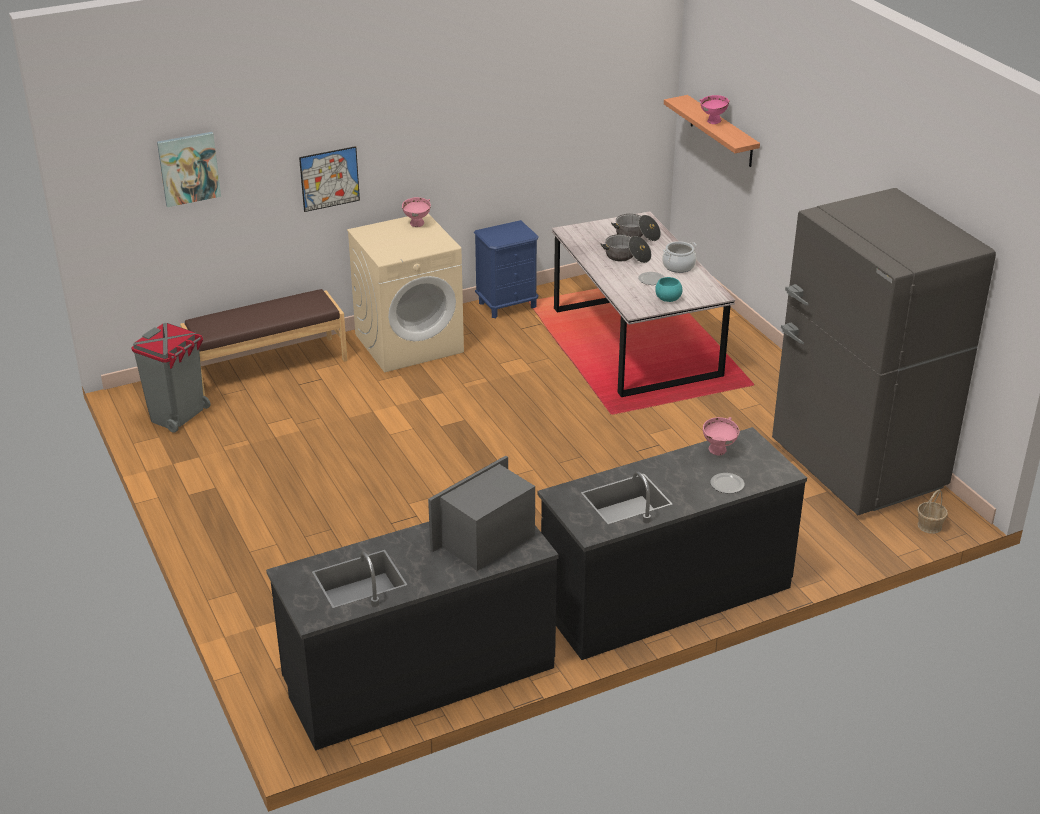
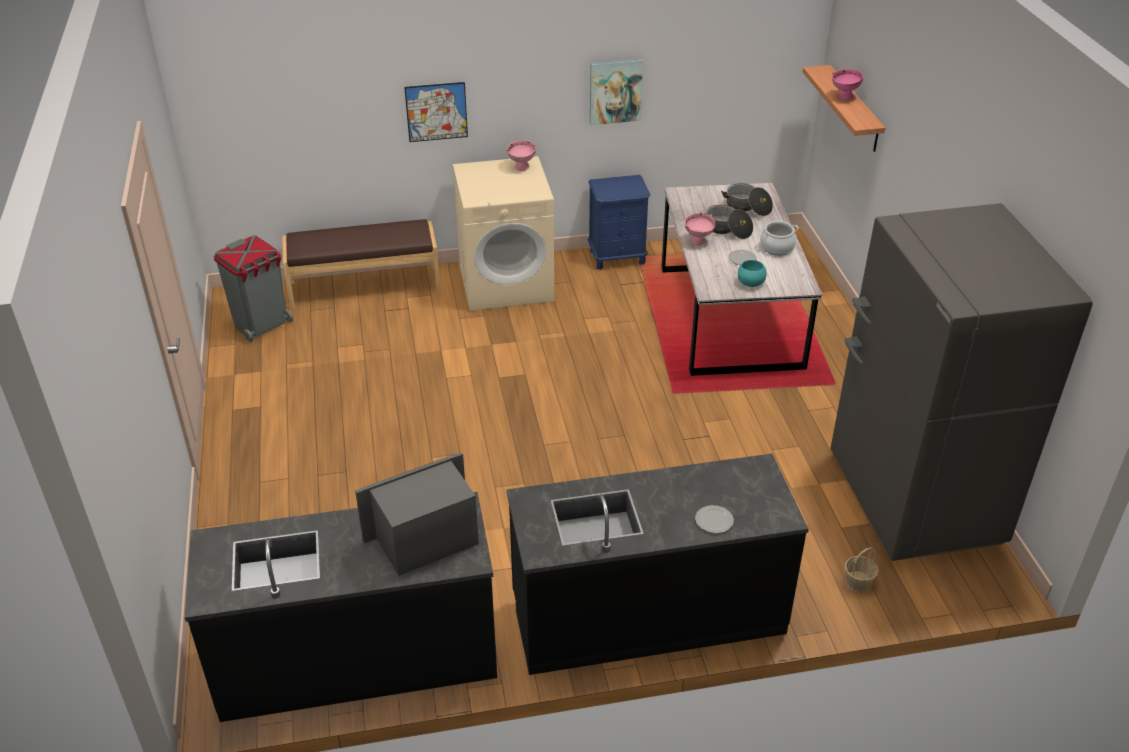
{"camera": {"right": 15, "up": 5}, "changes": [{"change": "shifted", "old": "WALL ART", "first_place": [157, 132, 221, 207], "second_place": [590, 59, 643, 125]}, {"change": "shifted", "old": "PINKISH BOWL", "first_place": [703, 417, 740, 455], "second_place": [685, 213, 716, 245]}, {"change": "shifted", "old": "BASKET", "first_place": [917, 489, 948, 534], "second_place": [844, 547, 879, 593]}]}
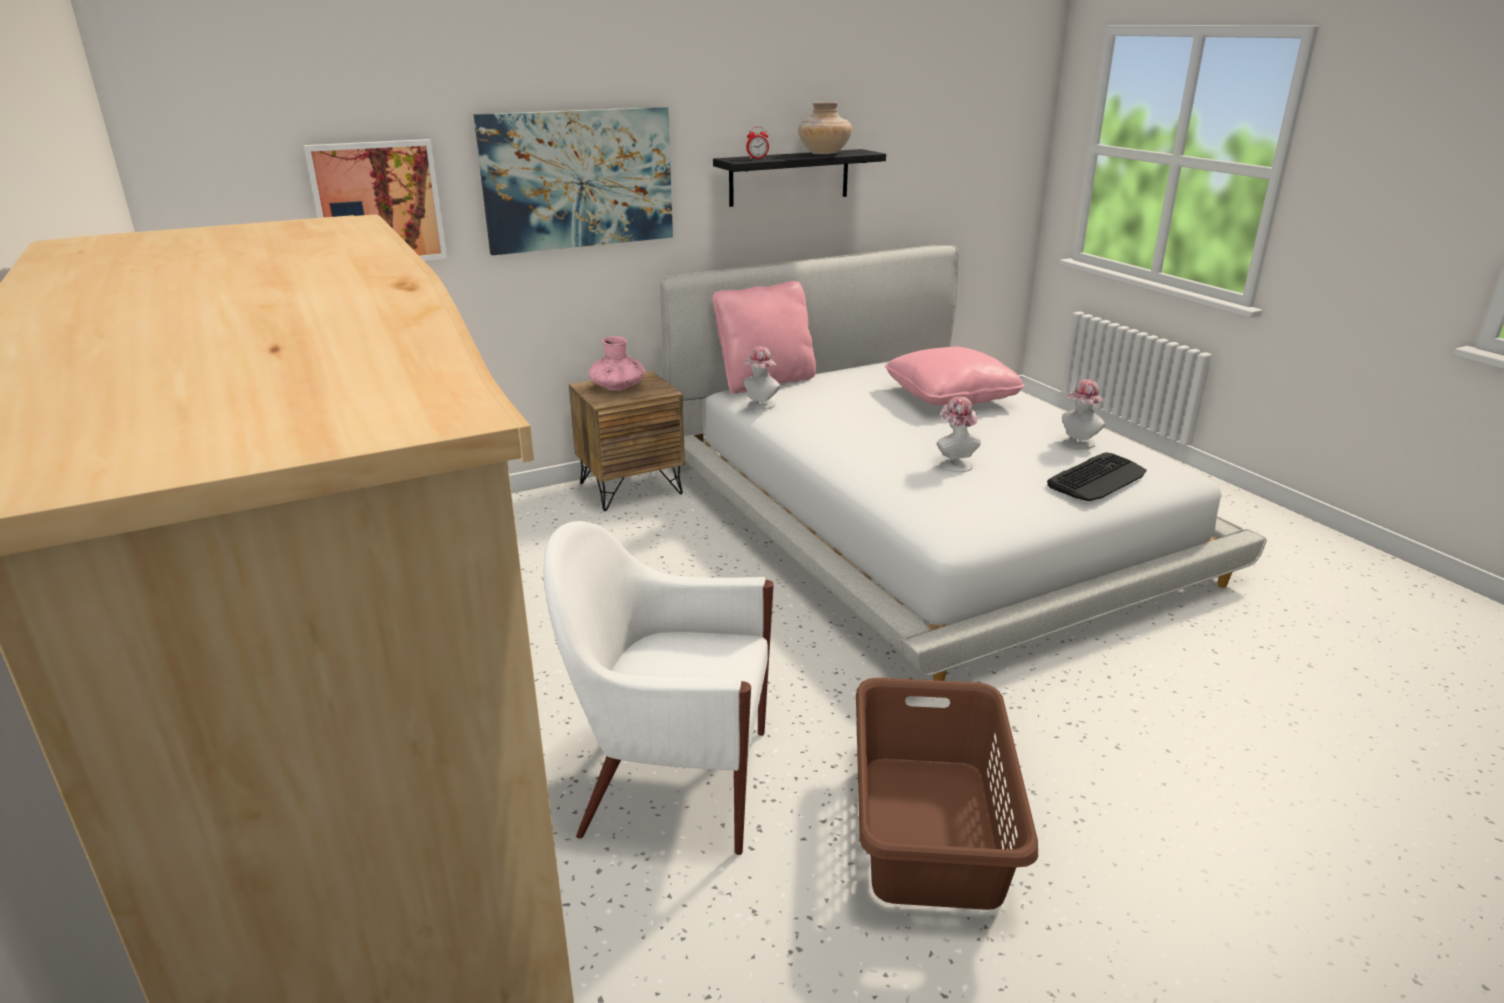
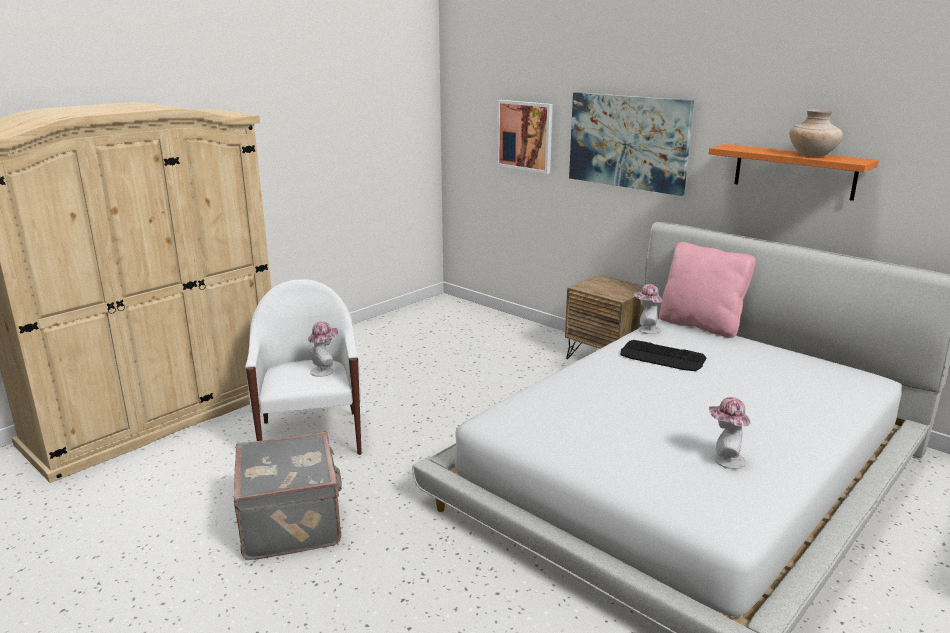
{"camera": {"right": 70, "up": -5}, "changes": [{"change": "gone", "old": "PINKISH FLOWER VASE", "first_place": [589, 336, 645, 391]}, {"change": "gone", "old": "ALARM CLOCK", "first_place": [746, 127, 769, 159]}, {"change": "gone", "old": "PINKISH CUSHION", "first_place": [885, 347, 1025, 405]}, {"change": "shifted", "old": "HAT", "first_place": [937, 396, 981, 472], "second_place": [308, 321, 338, 377]}, {"change": "shifted", "old": "COMPUTER KEYBOARD", "first_place": [1047, 452, 1147, 501], "second_place": [620, 340, 706, 371]}, {"change": "swapped", "old": "BROWNISH HAMPER", "new": "GREYISH SUITCASE", "first_place": [856, 678, 1038, 910], "second_place": [234, 432, 342, 560]}, {"change": "repainted", "old": "BLACK SHELF", "new": "ORANGE SHELF", "first_place": [713, 149, 886, 207], "second_place": [709, 144, 879, 201]}]}
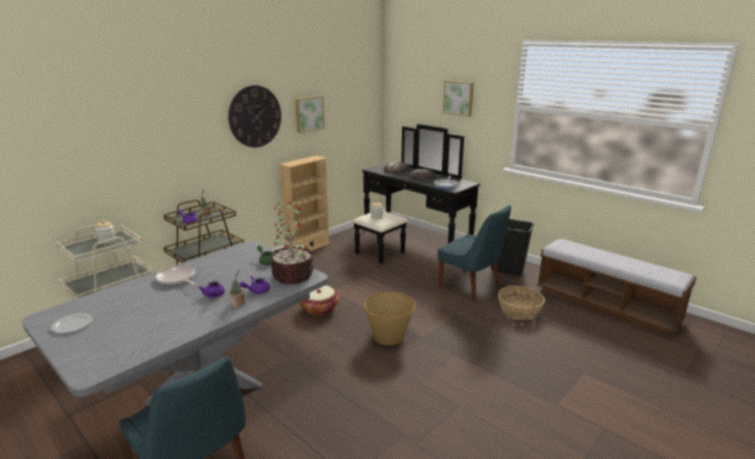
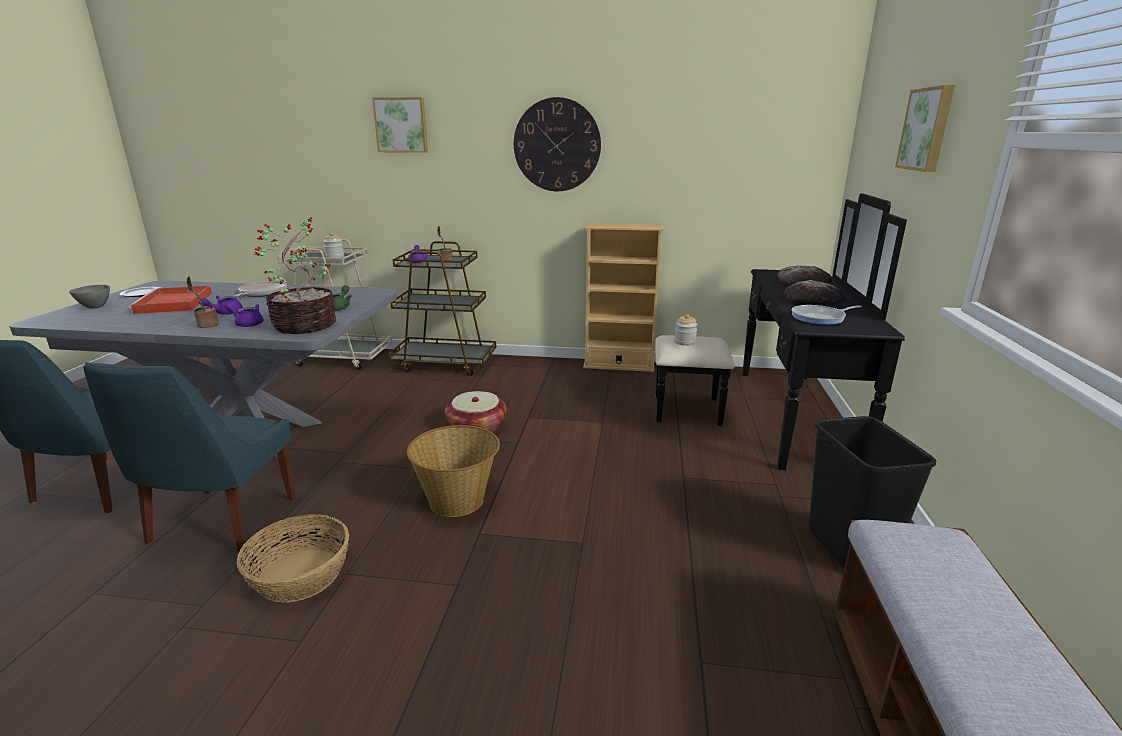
{"camera": {"right": 55, "up": 0}, "changes": [{"change": "new", "new": "GREYISH BOWL", "second_place": [69, 285, 110, 309]}, {"change": "new", "new": "RED TRAY", "second_place": [129, 286, 212, 314]}, {"change": "shifted", "old": "WALL ART", "first_place": [295, 96, 325, 133], "second_place": [372, 97, 428, 153]}, {"change": "shifted", "old": "BLUE PLAIN CHAIR", "first_place": [438, 205, 511, 301], "second_place": [84, 362, 295, 553]}, {"change": "shifted", "old": "BASKET", "first_place": [498, 286, 545, 320], "second_place": [237, 514, 349, 603]}]}
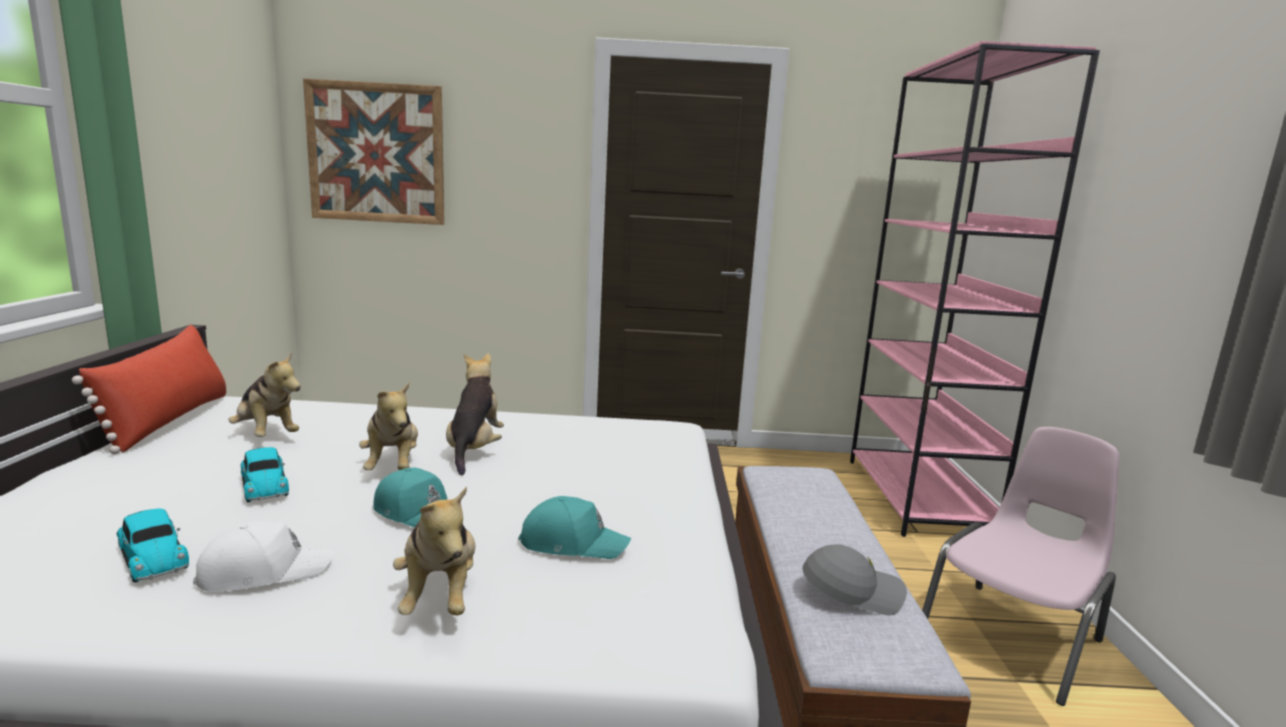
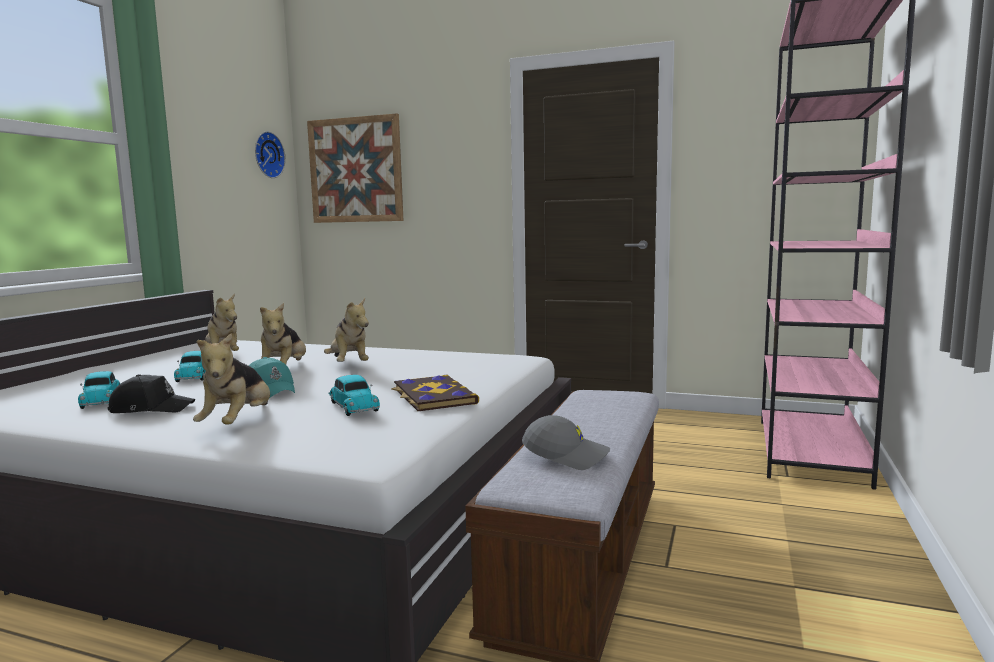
{"camera": {"right": 20, "up": -5}, "changes": [{"change": "gone", "old": "RED CUSHION", "first_place": [72, 325, 226, 454]}, {"change": "gone", "old": "PINKISH PLAIN CHAIR", "first_place": [922, 427, 1120, 706]}, {"change": "new", "new": "HANGING CLOCK", "second_place": [255, 131, 285, 178]}, {"change": "new", "new": "BOOK", "second_place": [391, 375, 479, 411]}, {"change": "swapped", "old": "TURQUOISE-COLOURED CAP", "new": "MODEL CAR", "first_place": [519, 496, 631, 559], "second_place": [328, 375, 380, 416]}, {"change": "repainted", "old": "WHITE CAP", "new": "BLACK CAP", "first_place": [193, 521, 334, 592], "second_place": [107, 374, 195, 413]}, {"change": "rotated", "old": "SOFT TOY", "first_place": [446, 354, 504, 475], "second_place": [324, 298, 369, 362], "degrees": 135}]}
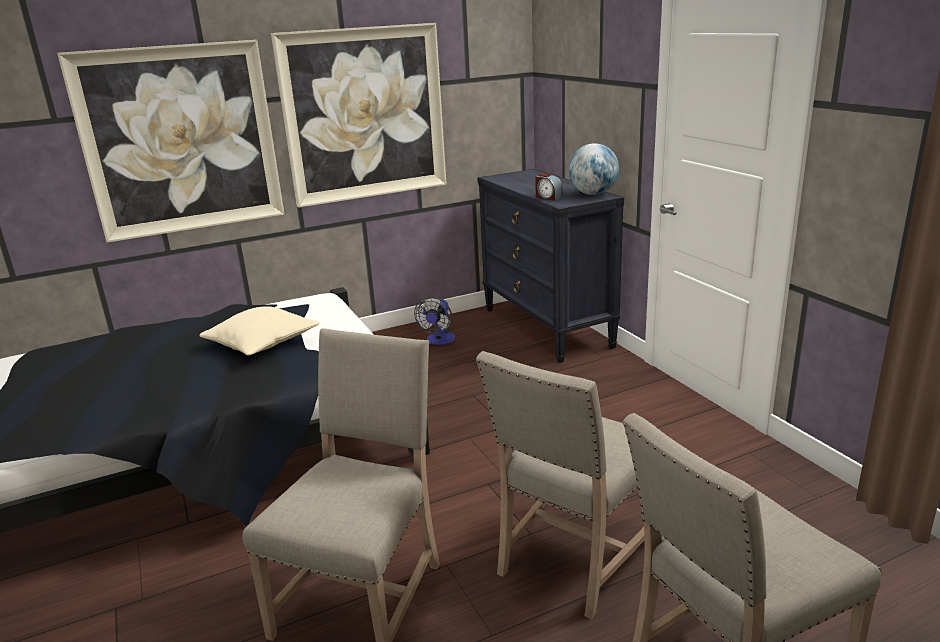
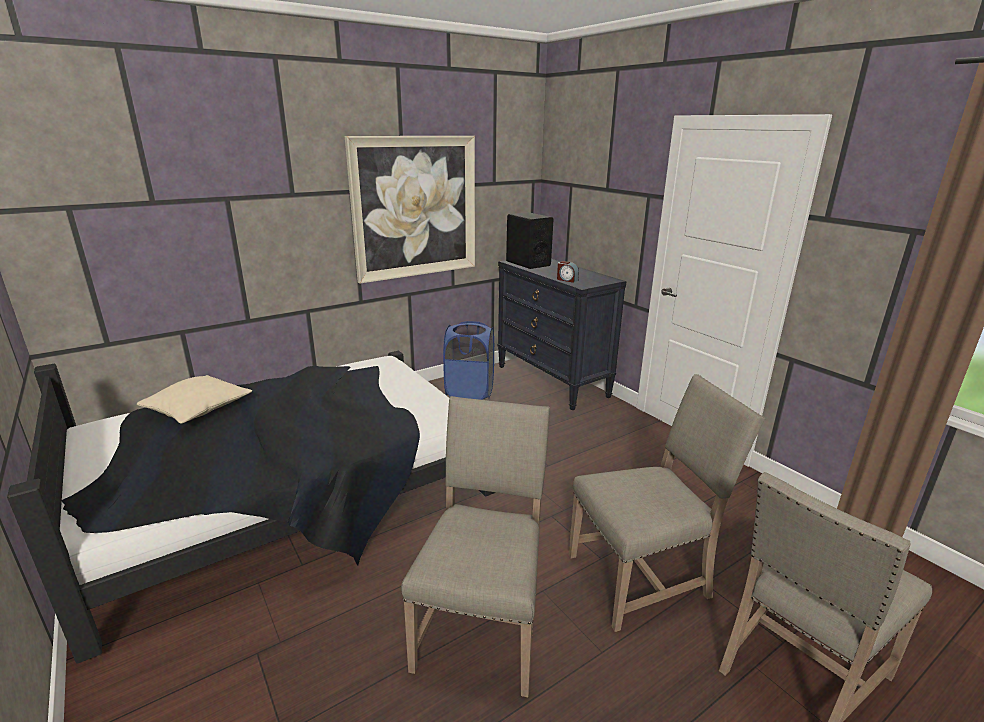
{"camera": {"right": -10, "up": 0}, "changes": [{"change": "gone", "old": "WALL ART", "first_place": [57, 40, 285, 243]}, {"change": "gone", "old": "WORLD GLOBE", "first_place": [568, 143, 619, 195]}, {"change": "new", "new": "BLACK SPEAKER", "second_place": [506, 212, 554, 269]}, {"change": "shifted", "old": "BEIGE-COLOURED CUSHION", "first_place": [199, 306, 320, 355], "second_place": [137, 375, 252, 423]}, {"change": "swapped", "old": "ELECTRIC FAN", "new": "BLUE HAMPER", "first_place": [414, 297, 455, 345], "second_place": [443, 321, 494, 400]}, {"change": "rotated", "old": "BEIGE-COLOURED PLAIN CHAIR", "first_place": [476, 351, 644, 619], "second_place": [569, 374, 765, 632], "degrees": -135}]}
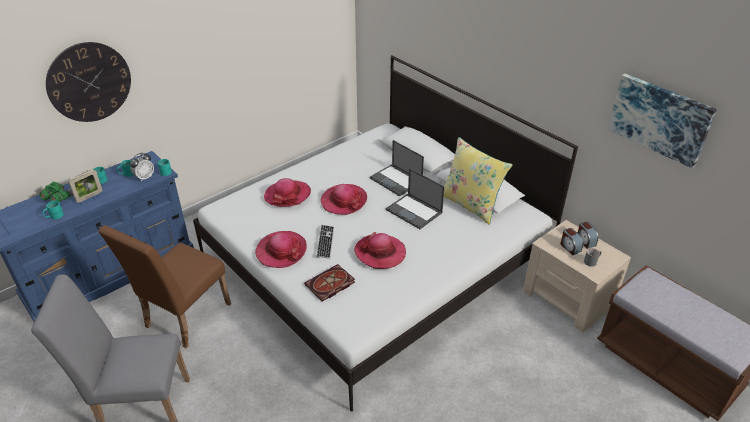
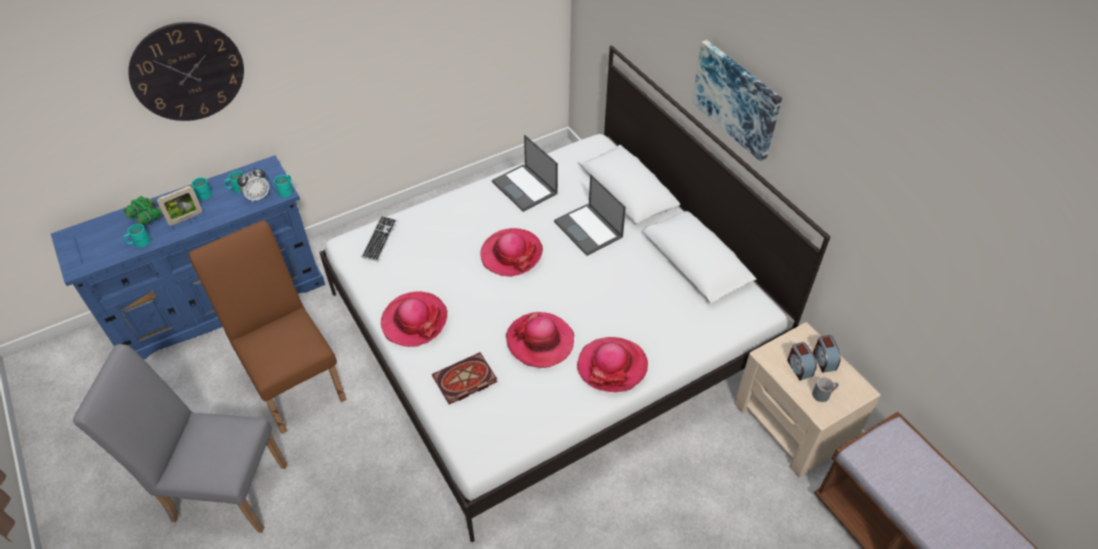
{"camera": {"right": 10, "up": 10}, "changes": [{"change": "gone", "old": "YELLOW CUSHION", "first_place": [444, 137, 513, 225]}, {"change": "shifted", "old": "HAT", "first_place": [264, 178, 311, 207], "second_place": [577, 337, 648, 392]}, {"change": "shifted", "old": "COMPUTER KEYBOARD", "first_place": [316, 225, 334, 259], "second_place": [361, 216, 397, 261]}, {"change": "shifted", "old": "LAPTOP", "first_place": [386, 168, 445, 229], "second_place": [492, 135, 558, 212]}, {"change": "shifted", "old": "WALL ART", "first_place": [608, 74, 717, 168], "second_place": [692, 40, 782, 162]}, {"change": "rotated", "old": "BROWNISH PLAIN CHAIR", "first_place": [98, 225, 231, 348], "second_place": [189, 220, 347, 434], "degrees": 105}]}
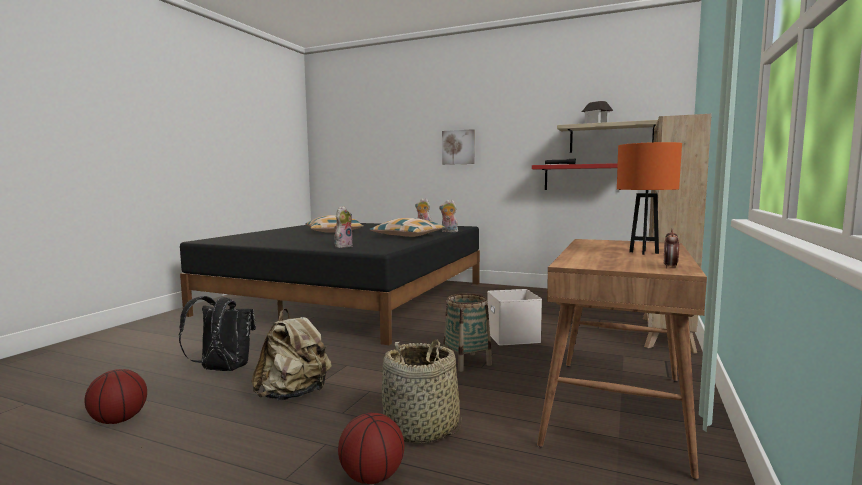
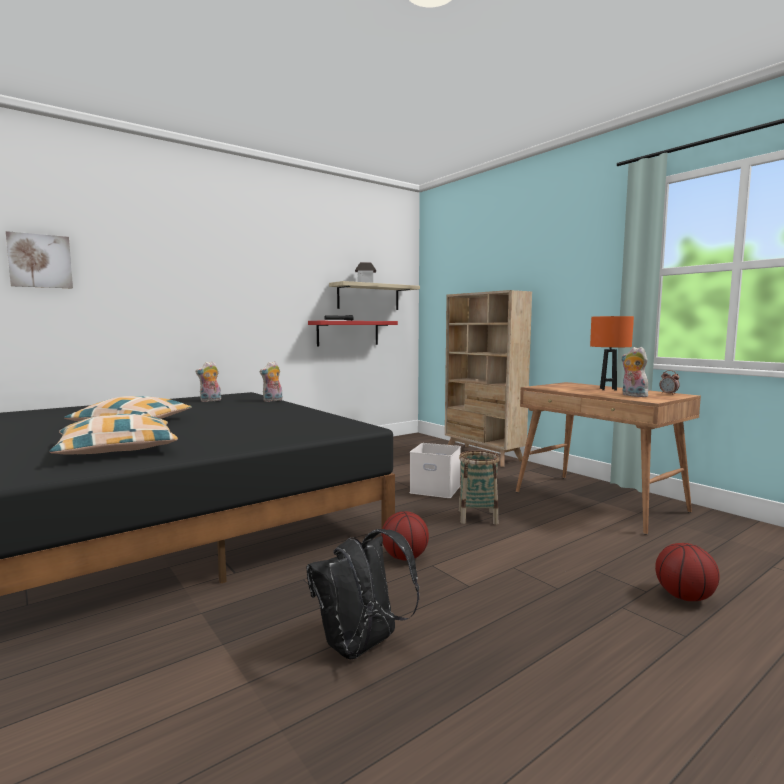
{"camera": {"right": -60, "up": 0}, "changes": [{"change": "gone", "old": "BEIGE-COLOURED BACKPACK", "first_place": [252, 308, 332, 400]}, {"change": "gone", "old": "BASKET", "first_place": [382, 339, 462, 444]}, {"change": "shifted", "old": "BASKETBALL", "first_place": [84, 369, 147, 424], "second_place": [381, 511, 429, 561]}, {"change": "shifted", "old": "SOFT TOY", "first_place": [334, 206, 353, 248], "second_place": [621, 347, 648, 397]}, {"change": "shifted", "old": "CUSHION", "first_place": [369, 218, 445, 237], "second_place": [49, 414, 178, 455]}, {"change": "shifted", "old": "WALL ART", "first_place": [442, 129, 475, 165], "second_place": [6, 231, 73, 288]}]}
